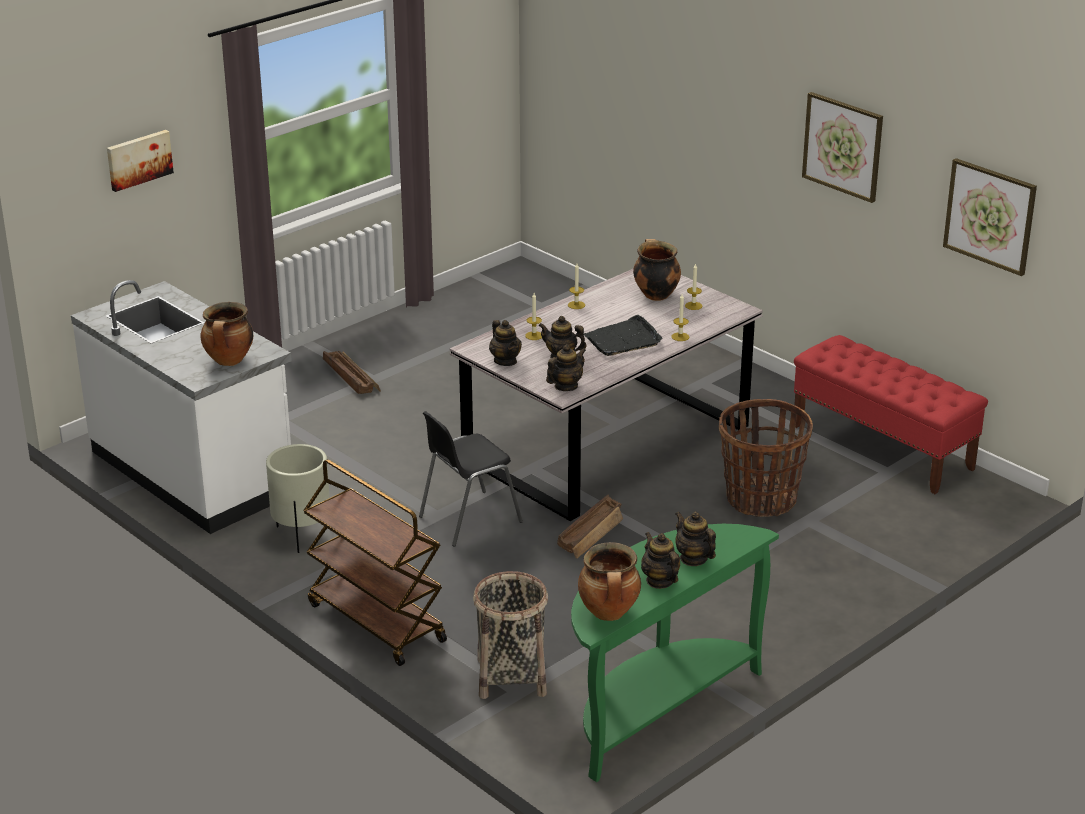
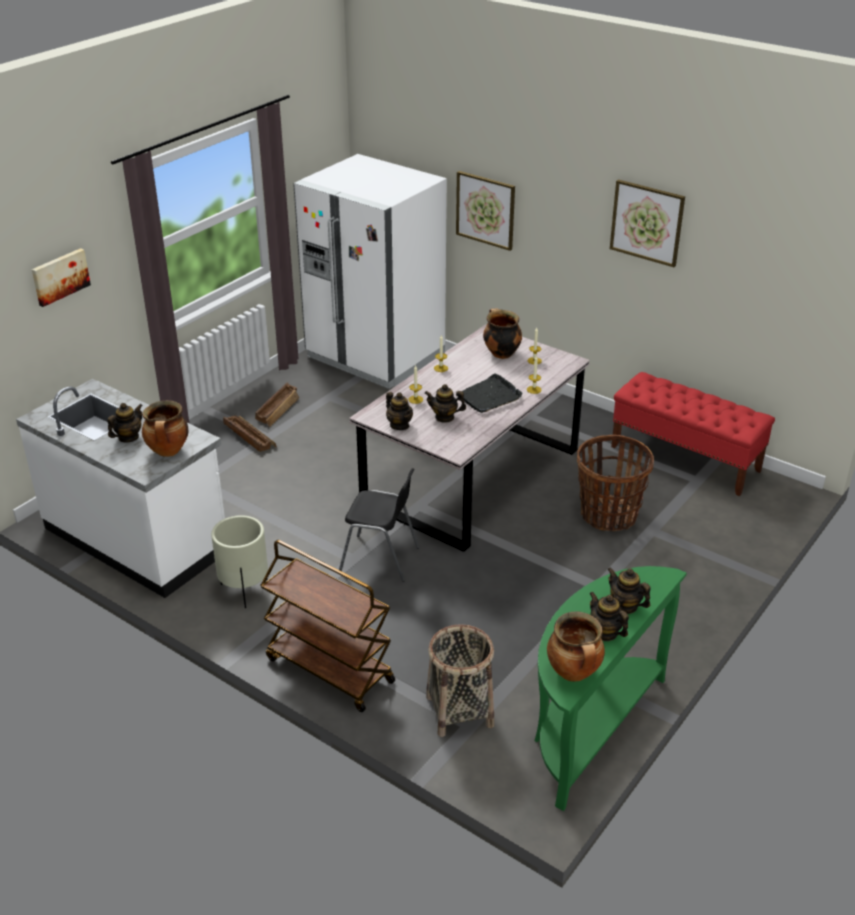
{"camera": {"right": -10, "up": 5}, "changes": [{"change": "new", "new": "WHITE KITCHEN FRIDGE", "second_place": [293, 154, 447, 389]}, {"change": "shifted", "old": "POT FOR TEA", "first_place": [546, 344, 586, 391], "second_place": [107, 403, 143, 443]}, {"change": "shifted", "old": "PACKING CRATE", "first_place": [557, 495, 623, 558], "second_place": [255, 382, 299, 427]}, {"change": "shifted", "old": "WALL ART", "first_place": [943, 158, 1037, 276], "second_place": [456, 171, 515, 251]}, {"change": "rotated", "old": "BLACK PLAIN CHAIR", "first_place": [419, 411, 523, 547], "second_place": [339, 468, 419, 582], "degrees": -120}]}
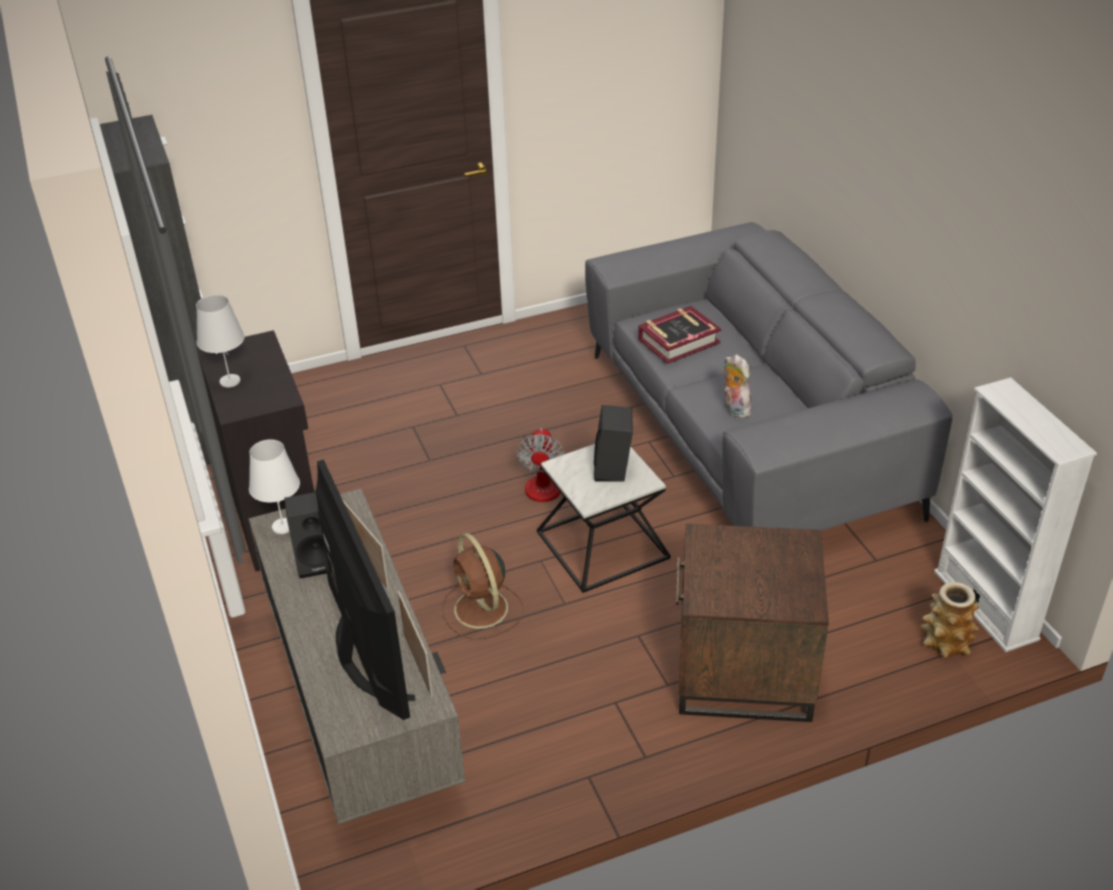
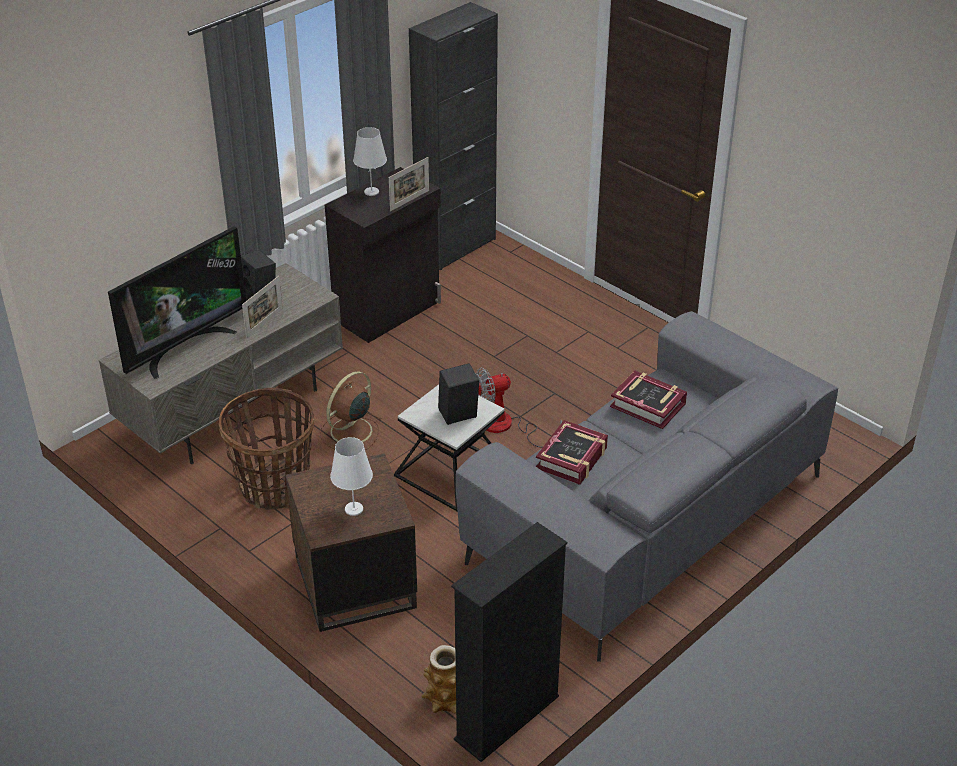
{"camera": {"right": 65, "up": 0}, "changes": [{"change": "new", "new": "BASKET", "second_place": [219, 388, 314, 510]}, {"change": "shifted", "old": "WHITE LAMP FOR A TABLE", "first_place": [249, 440, 300, 534], "second_place": [330, 437, 373, 516]}, {"change": "shifted", "old": "PHOTO FRAME", "first_place": [398, 591, 433, 697], "second_place": [389, 157, 429, 211]}, {"change": "swapped", "old": "SOFT TOY", "new": "BOOK", "first_place": [724, 354, 752, 418], "second_place": [536, 420, 608, 485]}, {"change": "repainted", "old": "WHITE BOOKSHELF", "new": "BLACK BOOKSHELF", "first_place": [934, 377, 1097, 652], "second_place": [451, 522, 567, 762]}]}
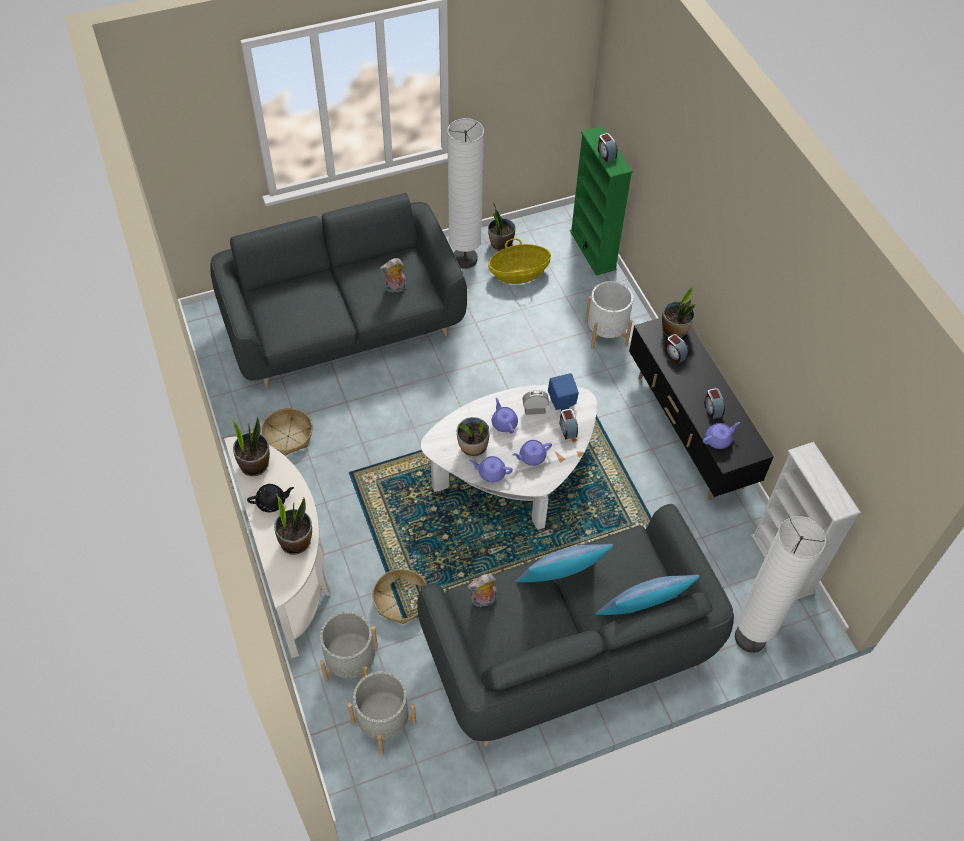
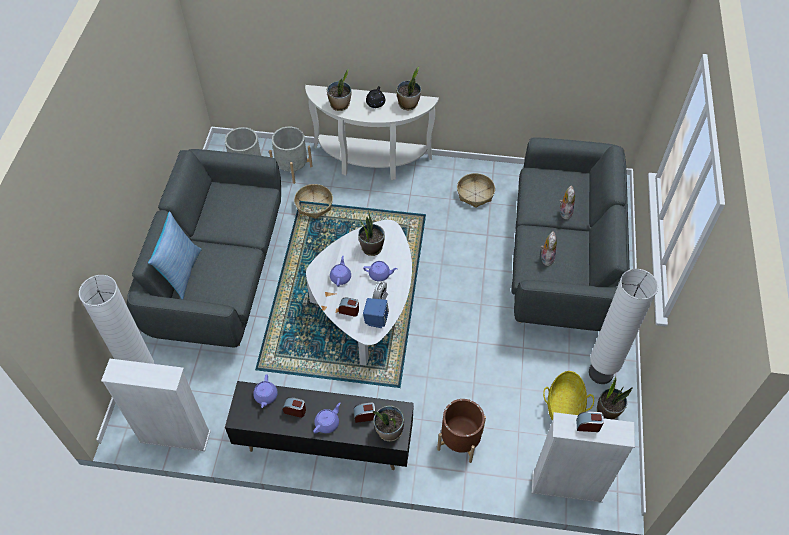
{"camera": {"right": 120, "up": 0}, "changes": [{"change": "gone", "old": "CUSHION", "first_place": [516, 544, 613, 582]}, {"change": "shifted", "old": "SOFT TOY", "first_place": [468, 574, 497, 607], "second_place": [560, 186, 575, 220]}, {"change": "shifted", "old": "PURPLE POT FOR TEA", "first_place": [470, 456, 513, 482], "second_place": [313, 403, 341, 433]}, {"change": "repainted", "old": "GREENISH BOOKSHELF", "new": "WHITE BOOKSHELF", "first_place": [570, 126, 633, 275], "second_place": [532, 412, 635, 503]}, {"change": "repainted", "old": "WHITE PLANTER", "new": "BROWNISH PLANTER", "first_place": [585, 281, 633, 349], "second_place": [437, 399, 486, 463]}]}
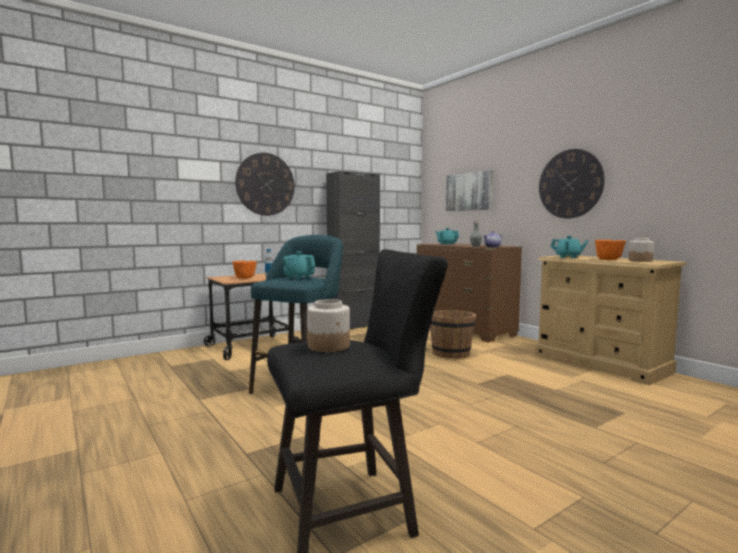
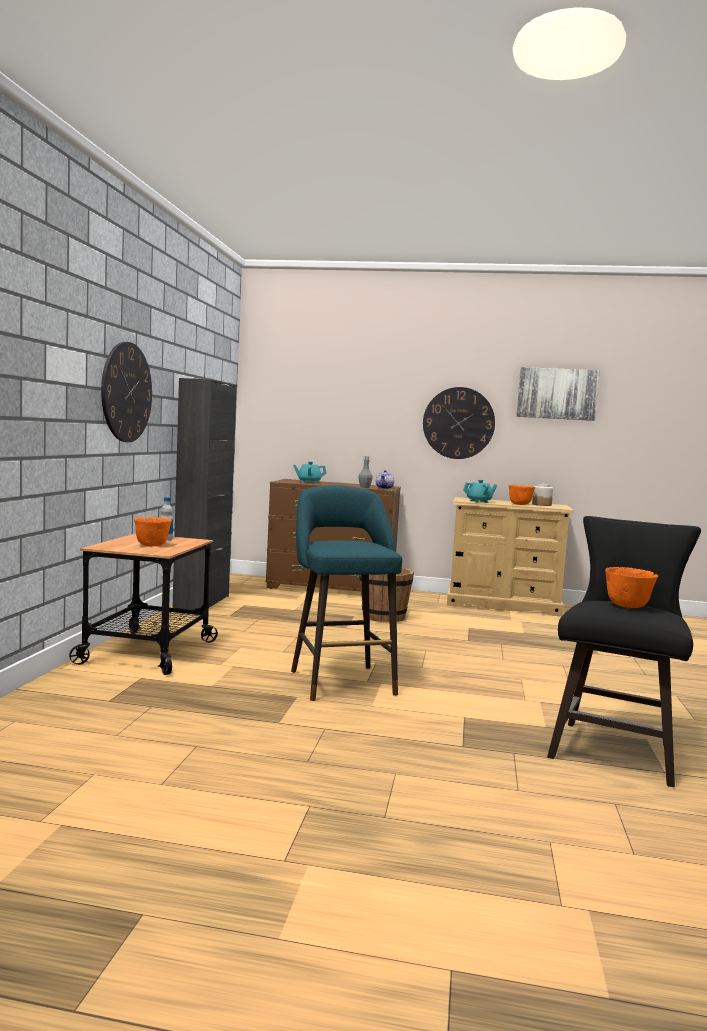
{"camera": {"right": -45, "up": 0}, "changes": [{"change": "gone", "old": "TURQUOISE-COLOURED POT FOR TEA", "first_place": [283, 251, 316, 280]}, {"change": "shifted", "old": "WALL ART", "first_place": [446, 170, 493, 211], "second_place": [516, 367, 600, 421]}, {"change": "swapped", "old": "STORAGE JAR", "new": "ORANGE BOWL", "first_place": [307, 299, 350, 352], "second_place": [605, 567, 658, 608]}]}
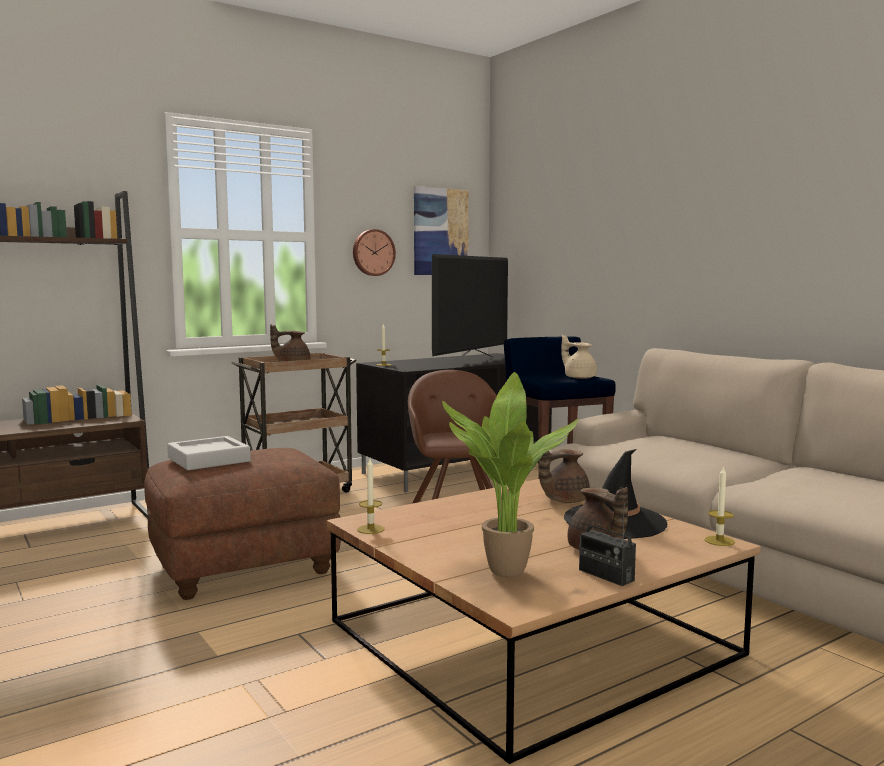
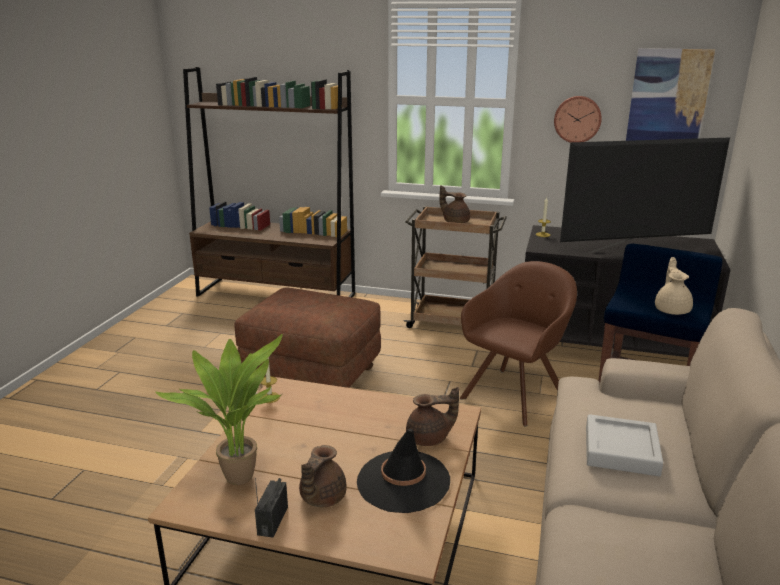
{"camera": {"right": 50, "up": 15}, "changes": [{"change": "gone", "old": "WAX CANDLE", "first_place": [704, 466, 735, 546]}, {"change": "shifted", "old": "GREYISH TRAY", "first_place": [167, 436, 251, 470], "second_place": [586, 414, 663, 476]}, {"change": "rotated", "old": "BROWNISH POT FOR TEA", "first_place": [539, 449, 590, 503], "second_place": [406, 387, 459, 446], "degrees": 150}]}
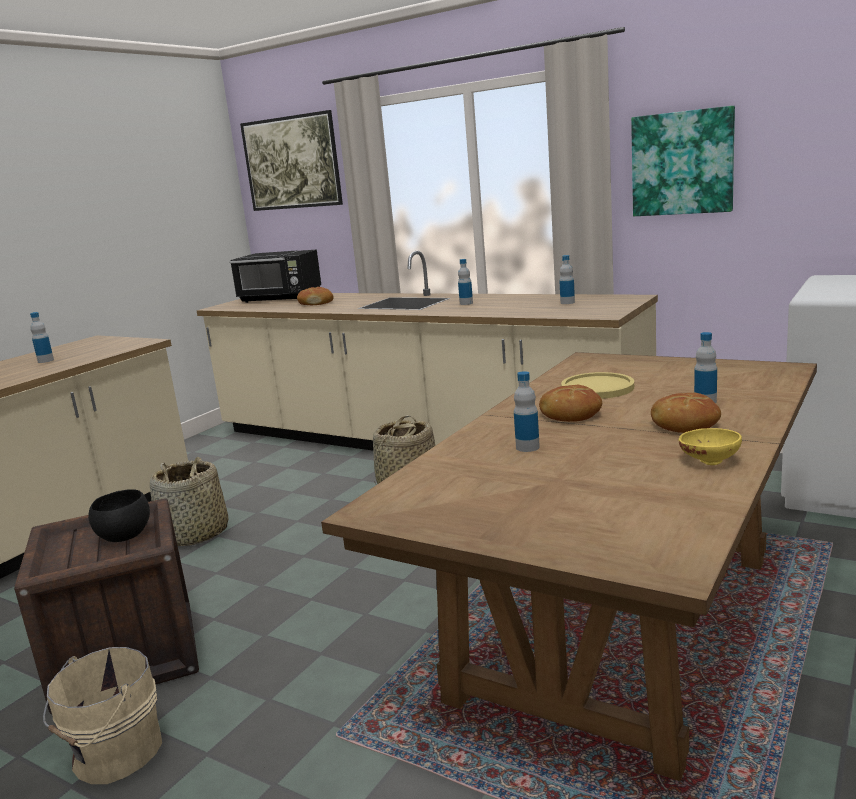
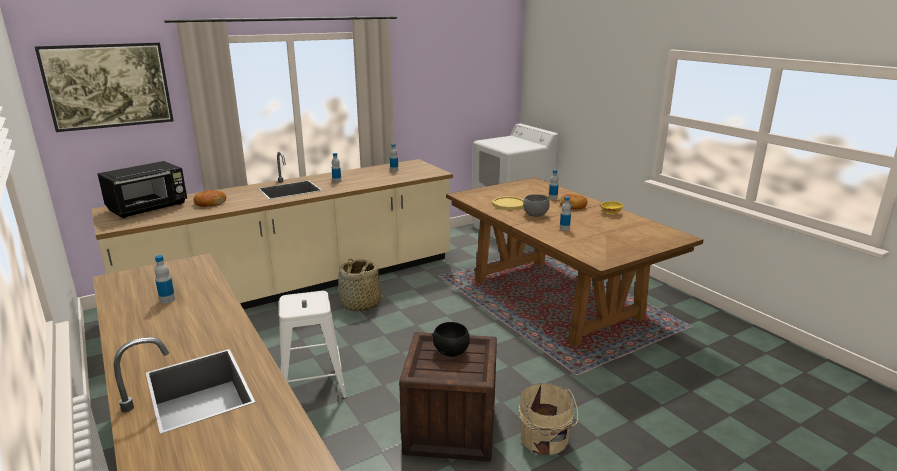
{"camera": {"right": -65, "up": 5}, "changes": [{"change": "gone", "old": "WALL ART", "first_place": [631, 106, 735, 216]}, {"change": "swapped", "old": "BASKET", "new": "WHITE SITTING STOOL", "first_place": [150, 457, 228, 546], "second_place": [279, 291, 347, 398]}, {"change": "swapped", "old": "BREAD", "new": "GREYISH BOWL", "first_place": [539, 385, 602, 422], "second_place": [523, 194, 550, 217]}]}
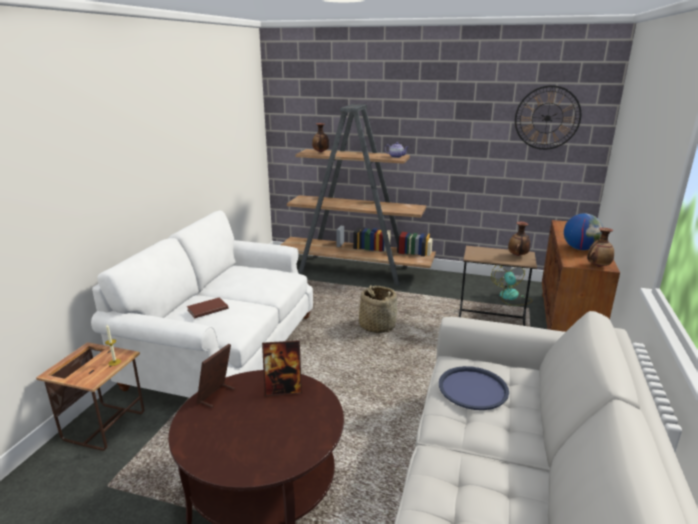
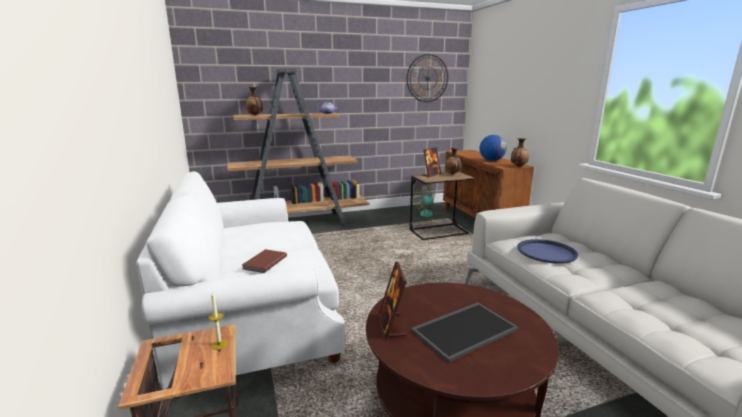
{"camera": {"right": -35, "up": -5}, "changes": [{"change": "gone", "old": "BASKET", "first_place": [359, 285, 397, 333]}, {"change": "new", "new": "TRAY", "second_place": [411, 303, 518, 363]}, {"change": "shifted", "old": "PHOTO FRAME", "first_place": [262, 340, 302, 396], "second_place": [423, 147, 441, 177]}]}
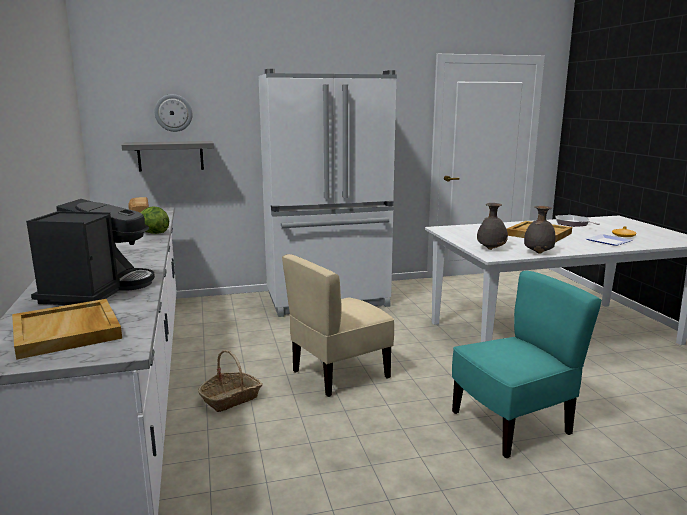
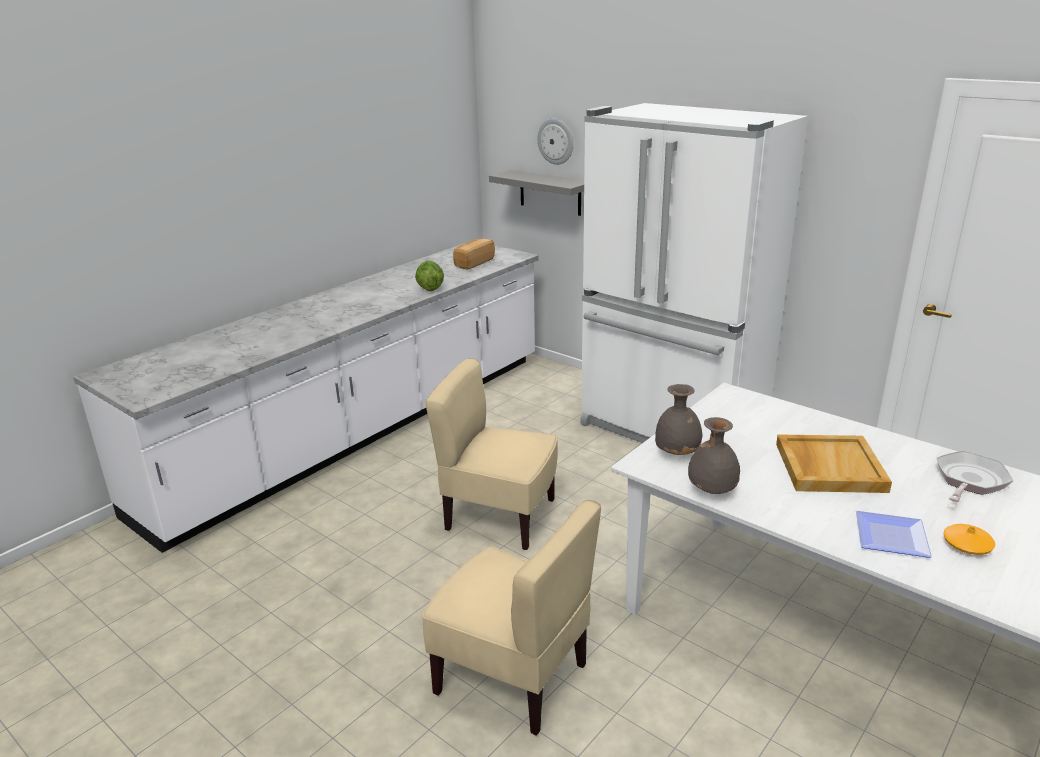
{"camera": {"right": 55, "up": 10}, "changes": [{"change": "gone", "old": "BEIGE-COLOURED TRAY", "first_place": [12, 299, 122, 360]}, {"change": "gone", "old": "COFFEE BREWER", "first_place": [26, 199, 155, 305]}, {"change": "gone", "old": "BASKET", "first_place": [198, 350, 262, 412]}, {"change": "repainted", "old": "TURQUOISE-COLOURED PLAIN CHAIR", "new": "BEIGE-COLOURED PLAIN CHAIR", "first_place": [452, 271, 602, 458], "second_place": [422, 500, 601, 736]}]}
